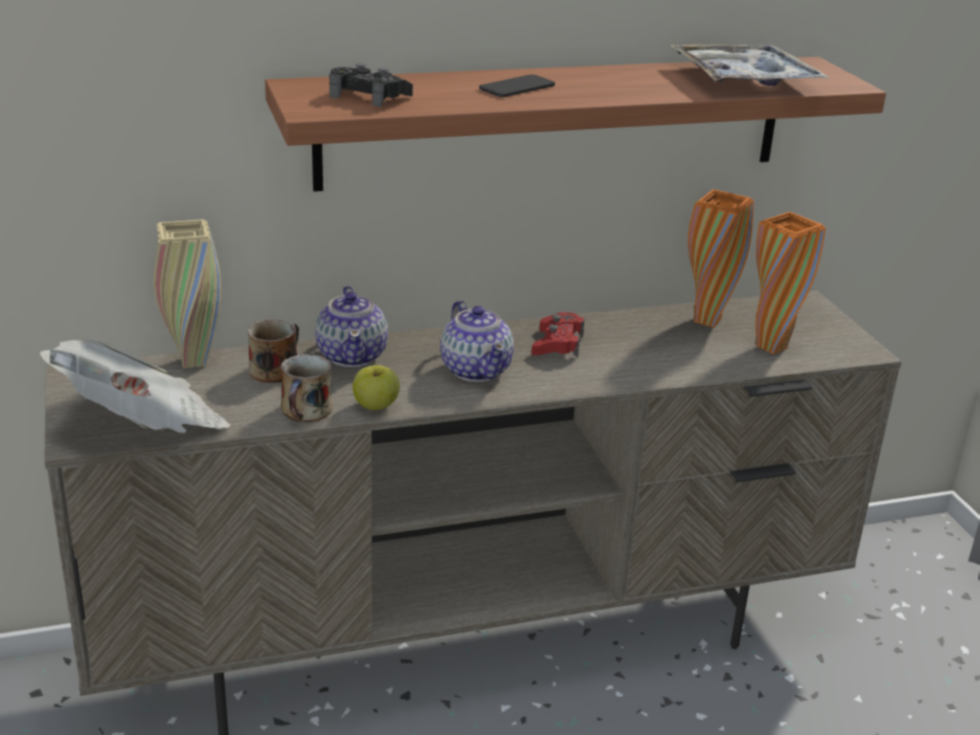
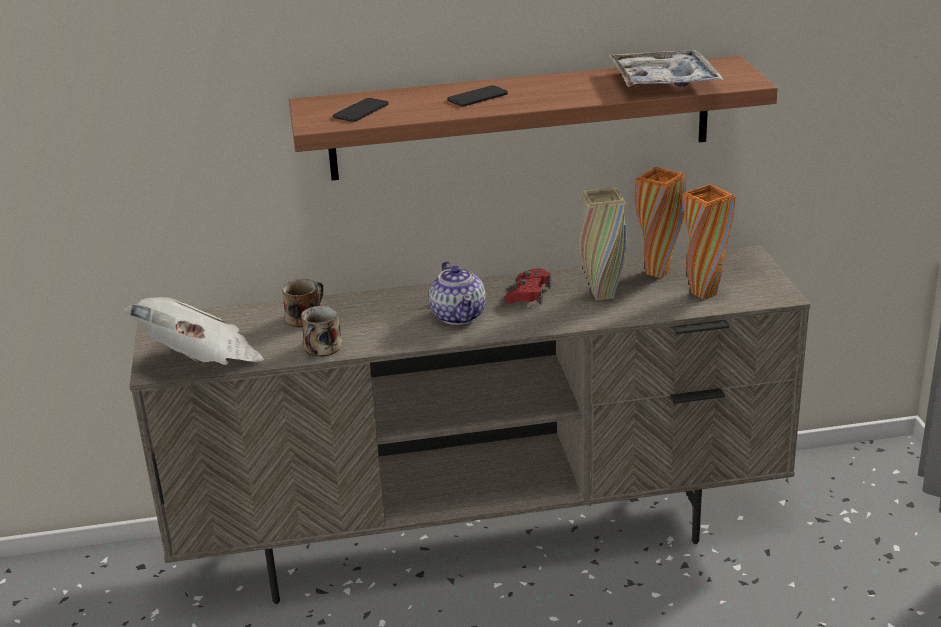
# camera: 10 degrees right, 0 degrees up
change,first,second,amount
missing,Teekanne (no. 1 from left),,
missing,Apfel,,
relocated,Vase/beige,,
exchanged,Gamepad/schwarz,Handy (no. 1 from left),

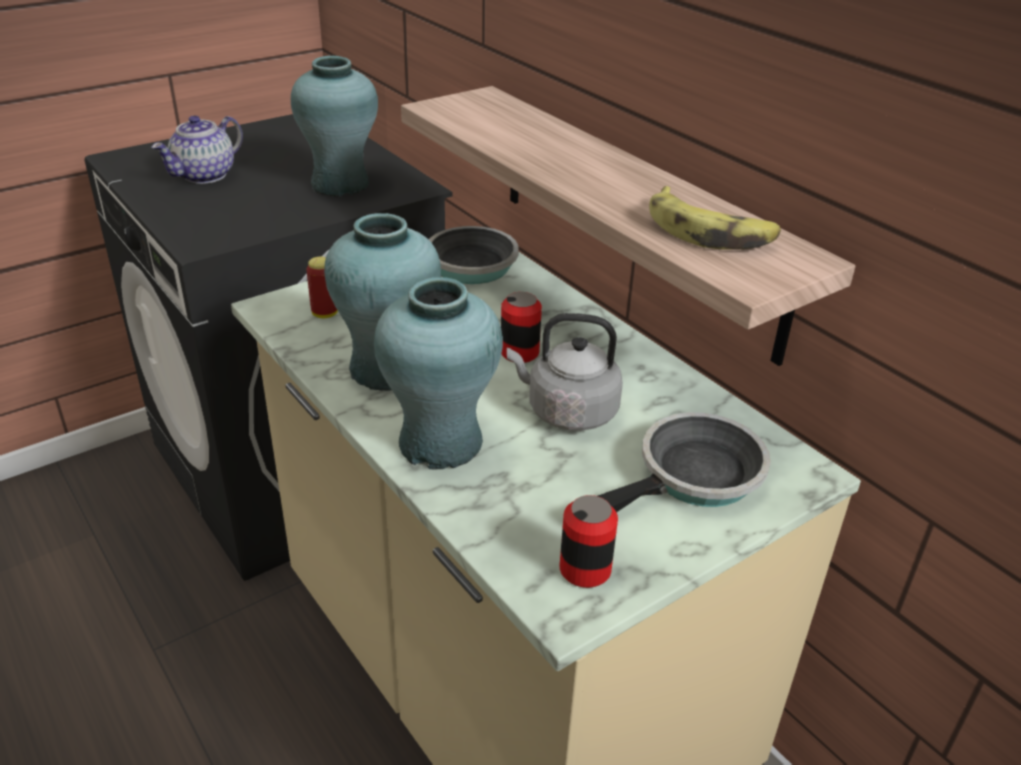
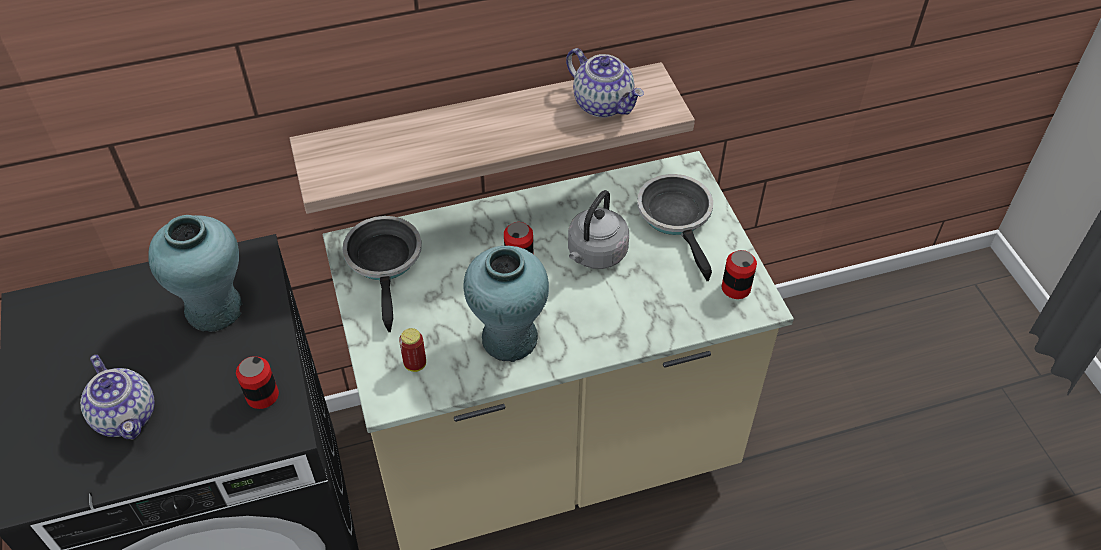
# camera: 70 degrees left, 15 degrees up
change,first,second,amount
missing,Vase/türkis (no. 3 from left),,
appeared,,Dose (no. 1 from left),
exchanged,Banane,Teekanne (no. 2 from left),

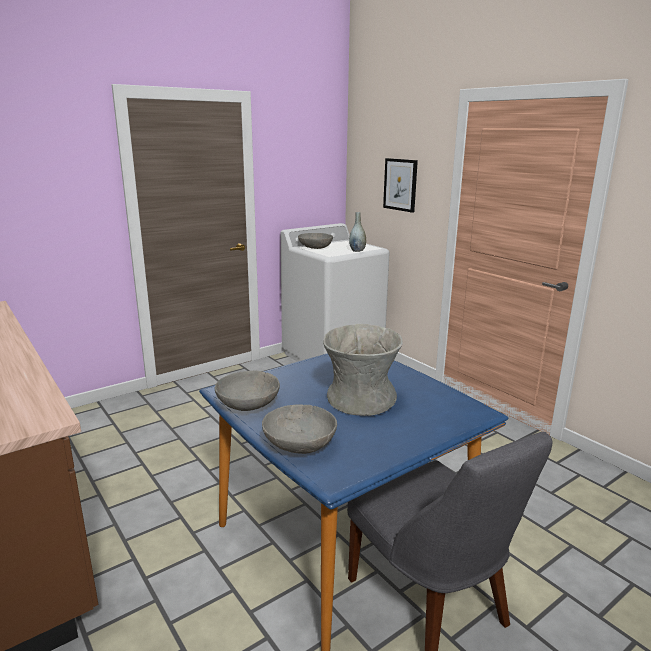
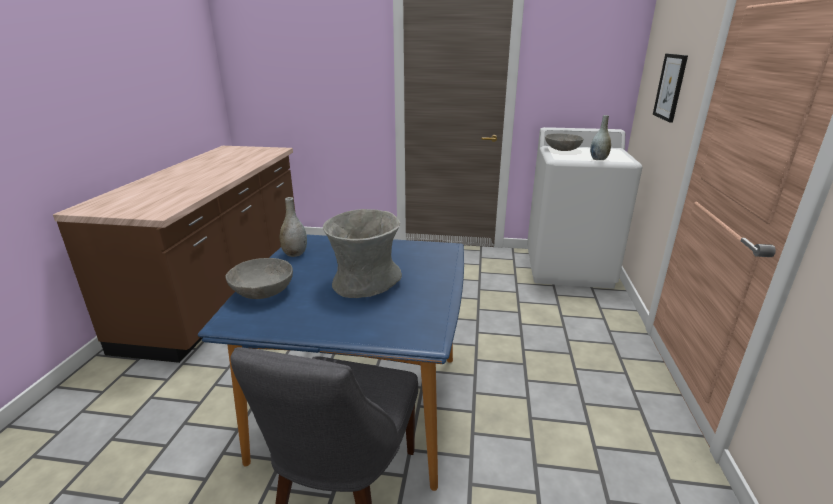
# camera: 45 degrees right, 5 degrees up
change,first,second,amount
exchanged,Schüssel/grau (no. 1 from left),Vase/grau (no. 1 from left),

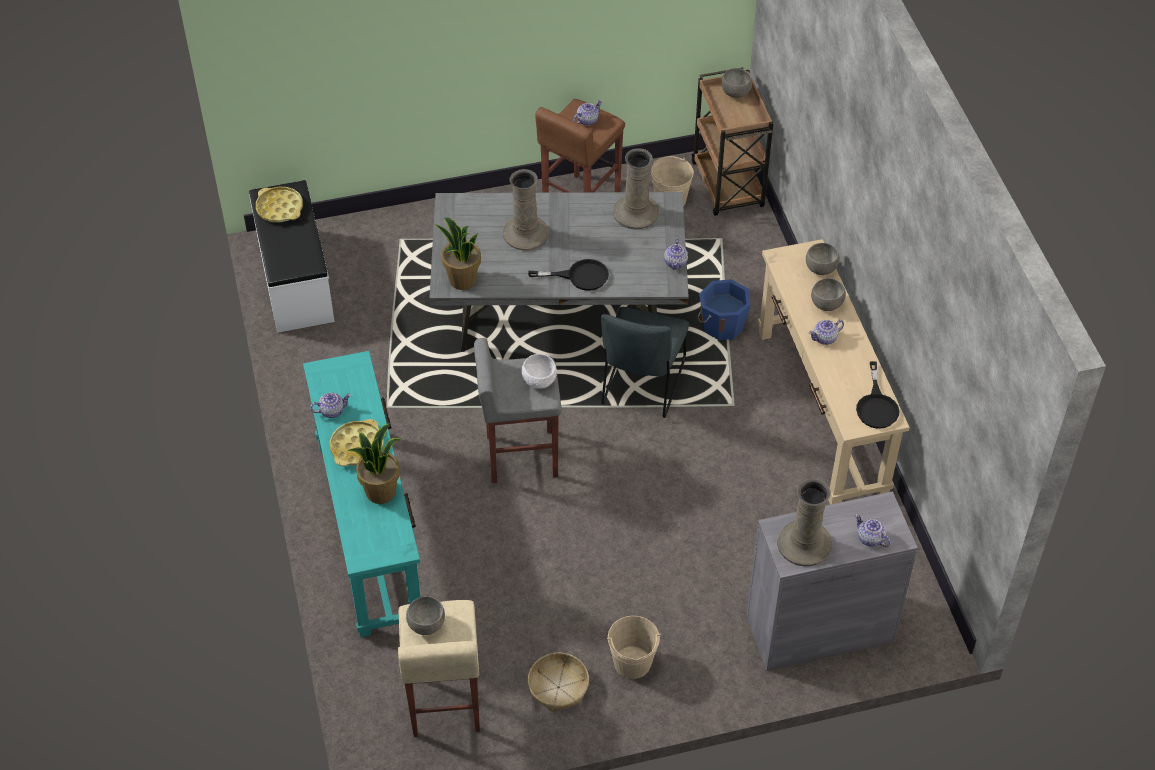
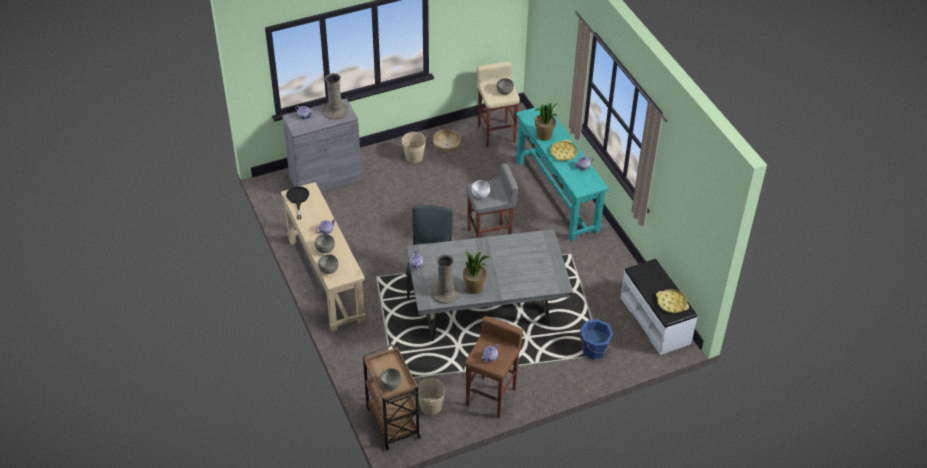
# camera: 170 degrees right, 5 degrees down
change,first,second,amount
missing,Vase/beige (no. 1 from left),,
missing,Pfanne/schwarz (no. 1 from left),,
relocated,Topfpflanze (no. 2 from left in the first image),Topfpflanze (no. 1 from left),
relocated,Eimer/blau,,

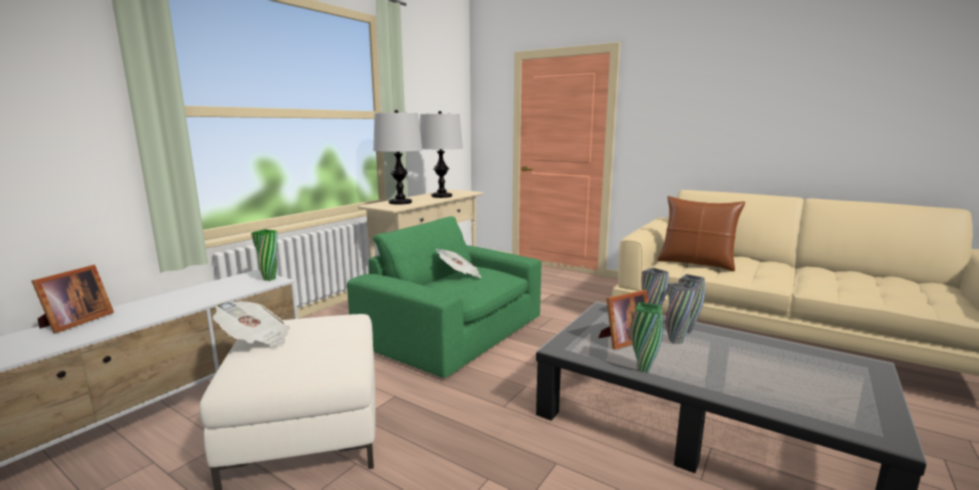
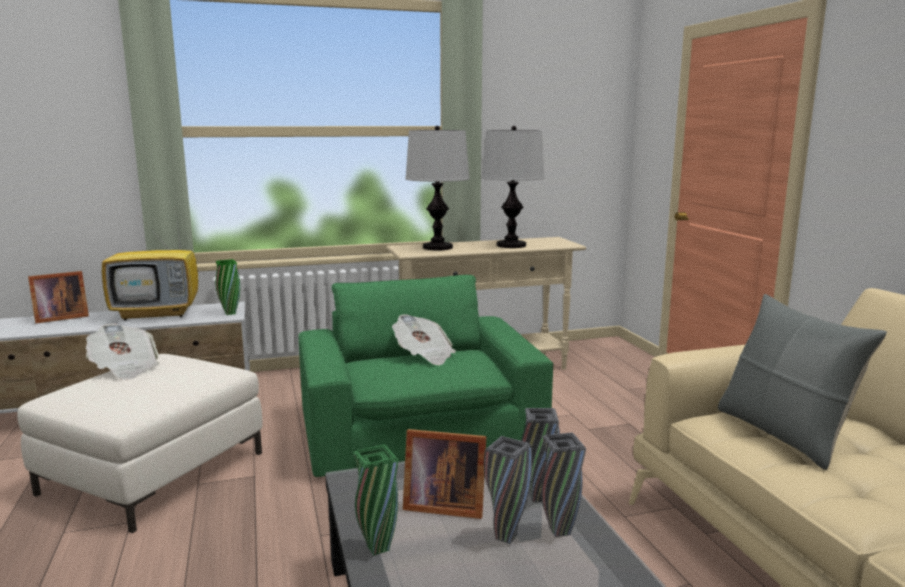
# camera: 40 degrees right, 0 degrees up
change,first,second,amount
appeared,,Fernseher,
colour,Kissen/braun,Kissen/grau,

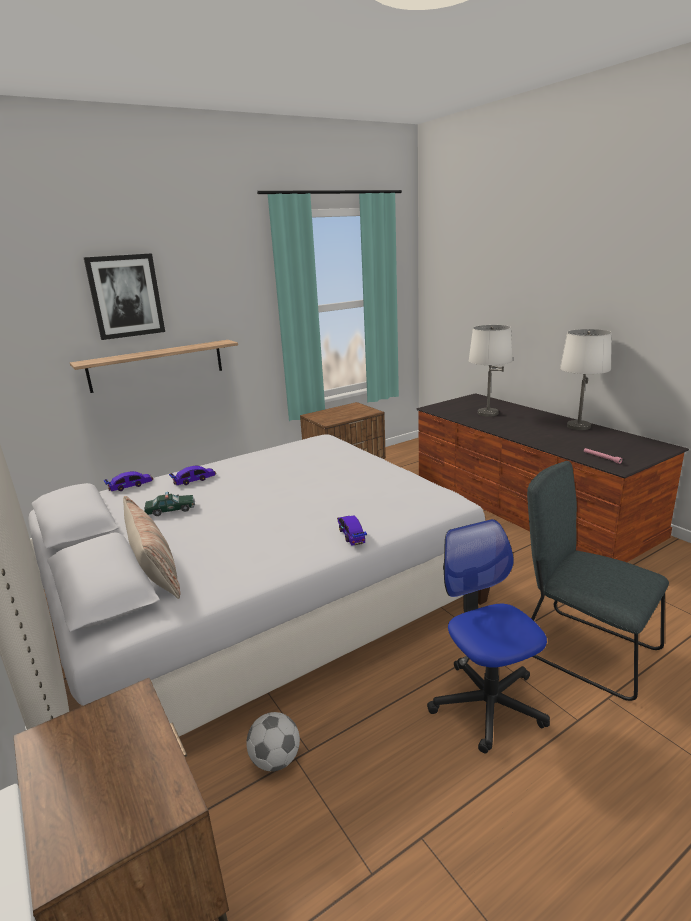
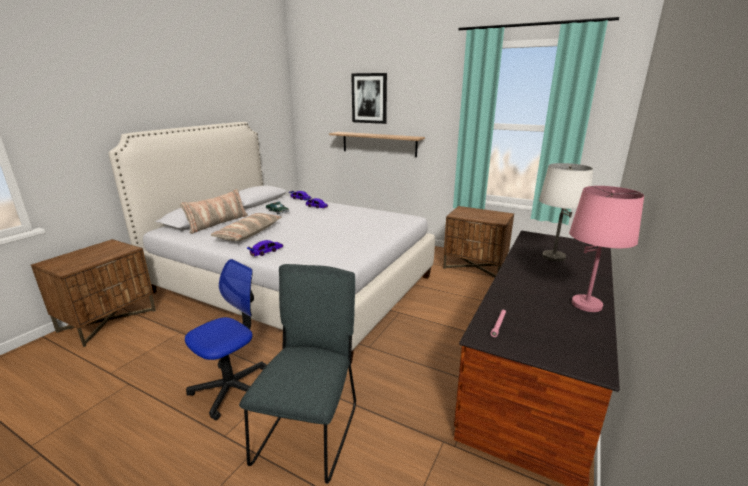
# camera: 60 degrees right, 0 degrees up
change,first,second,amount
missing,Fußball,,
appeared,,Kissen (no. 2 from left),
colour,Tischlampe/weiß (no. 2 from left),Tischlampe/rosa,

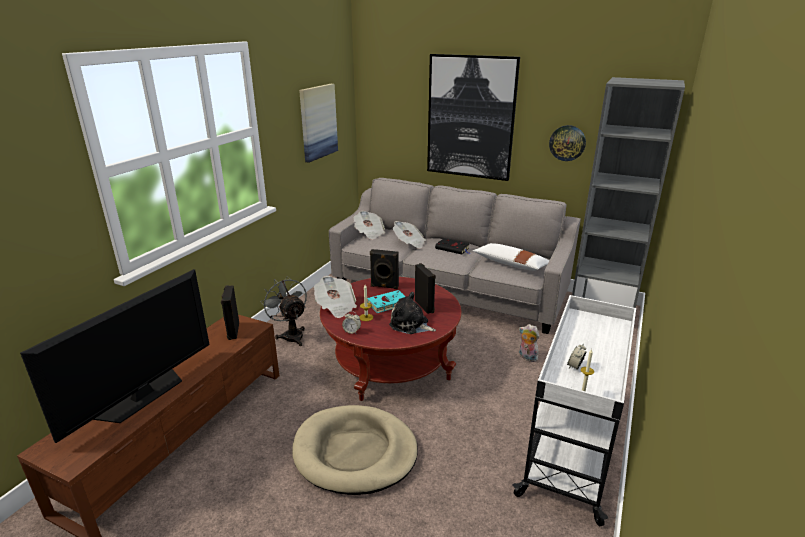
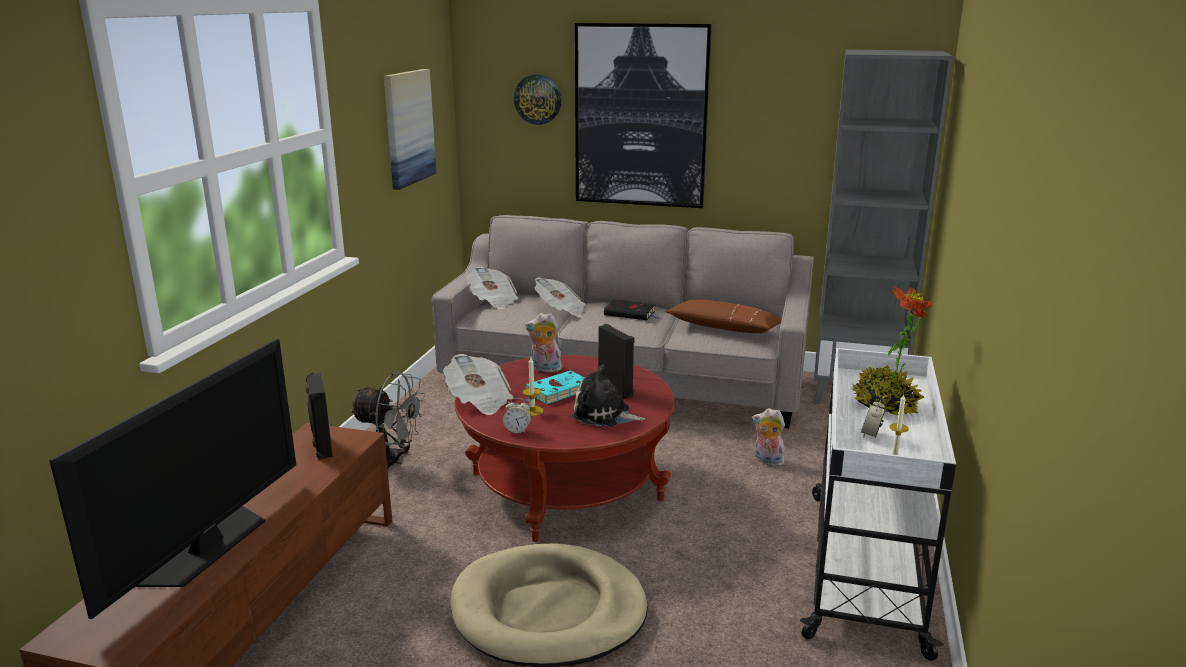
# camera: 10 degrees left, 5 degrees down
change,first,second,amount
appeared,,Topfpflanze,
relocated,Wanduhr,,
exchanged,Lautsprecher/schwarz (no. 2 from left),Plüschtier (no. 1 from left),
colour,Kissen/weiß,Kissen/braun,
spun,Ventilator/grau,,150 degrees clockwise

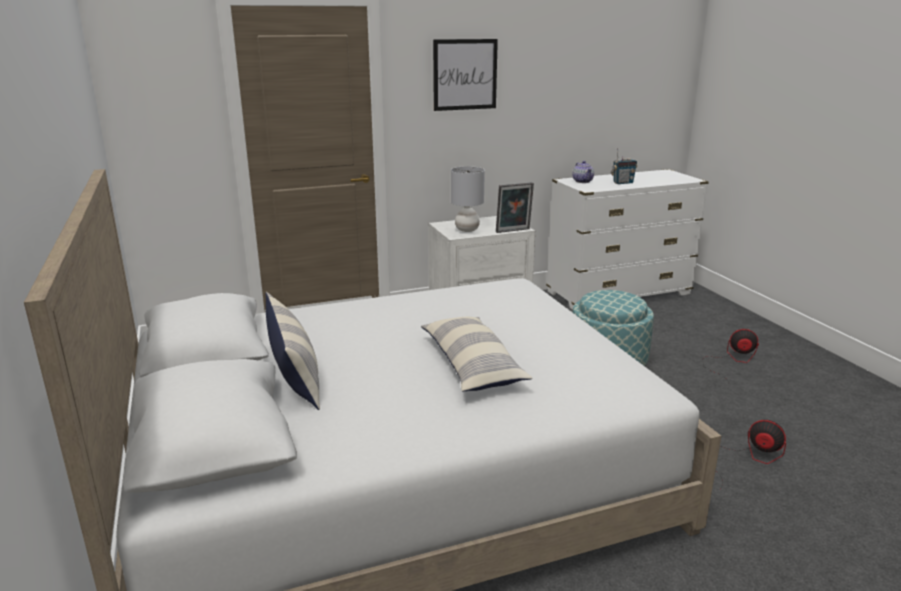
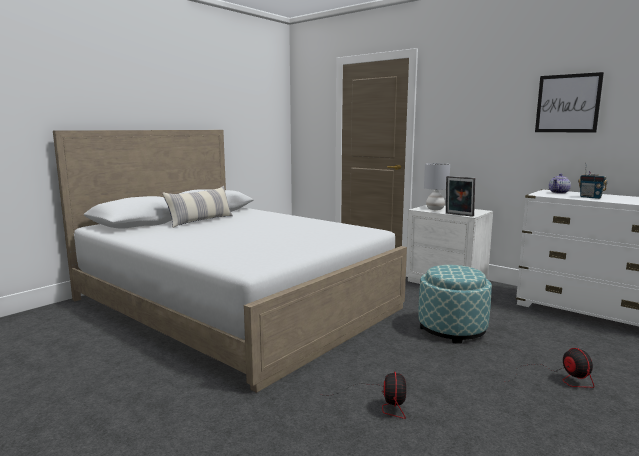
# camera: 60 degrees right, 10 degrees down
change,first,second,amount
missing,Kissen (no. 2 from left),,
relocated,Bild,,

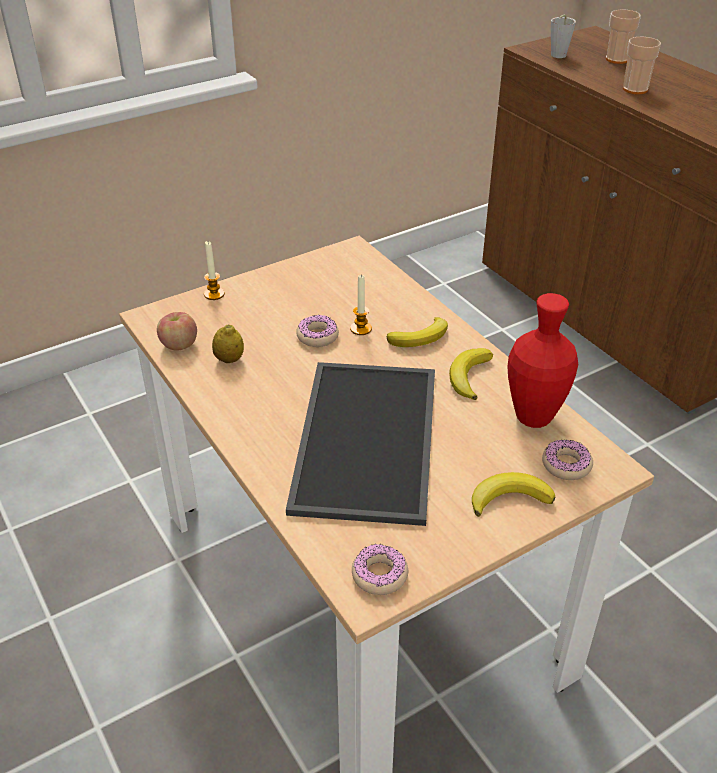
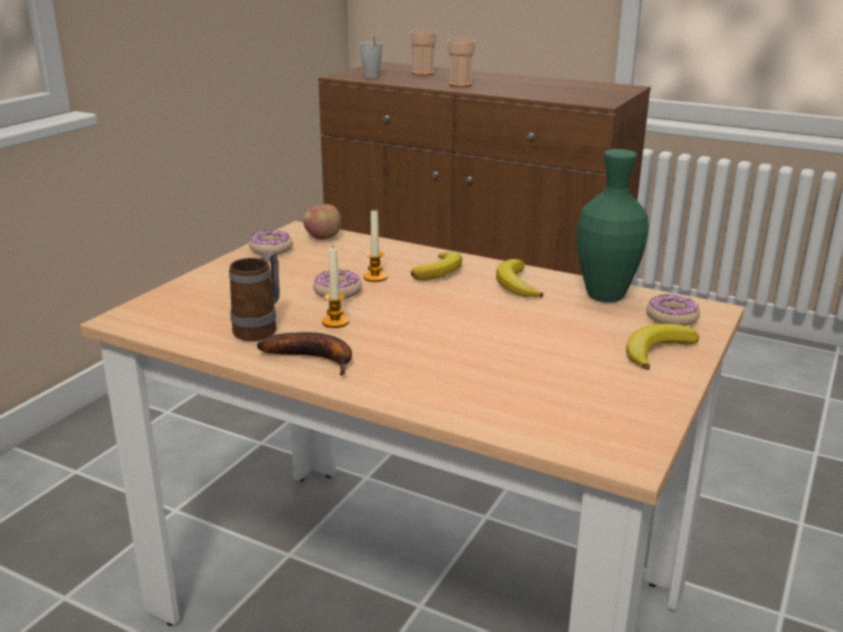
# camera: 30 degrees left, 15 degrees down
change,first,second,amount
missing,Tablett,,
appeared,,Banane (no. 1 from left),
relocated,Apfel,,
relocated,Kerze (no. 1 from left),,
relocated,Donut (no. 2 from left in the first image),Donut (no. 1 from left),
exchanged,Zitrone,Henkelbecher,
colour,Vase/rot,Vase/grün,

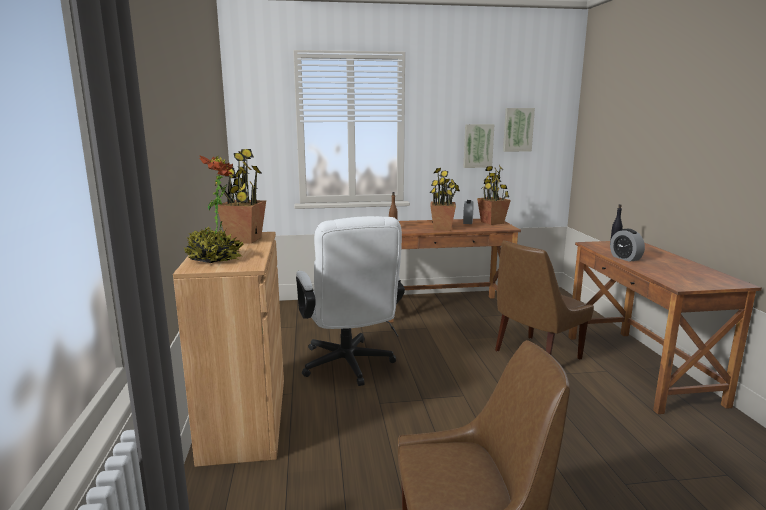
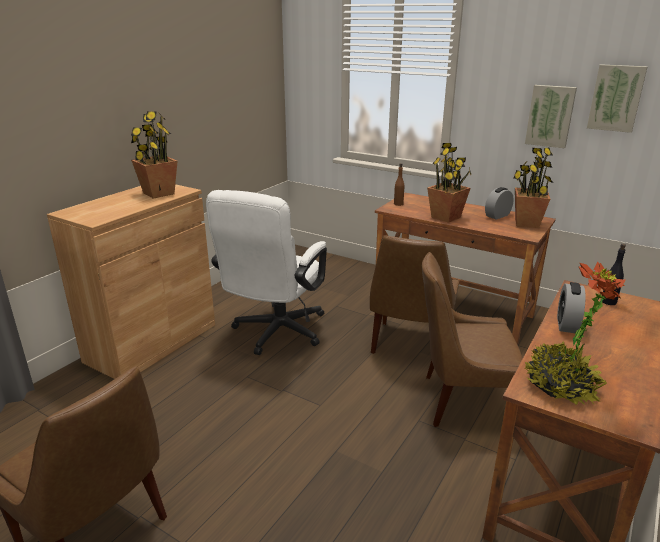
# camera: 40 degrees right, 10 degrees up
change,first,second,amount
appeared,,Stuhl/braun (no. 2 from left),
relocated,Topfpflanze (no. 1 from left in the first image),Topfpflanze (no. 4 from left),

